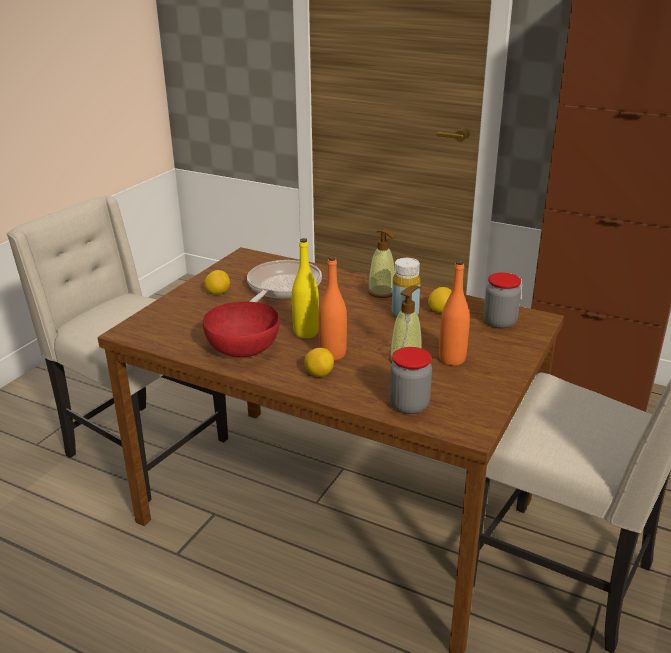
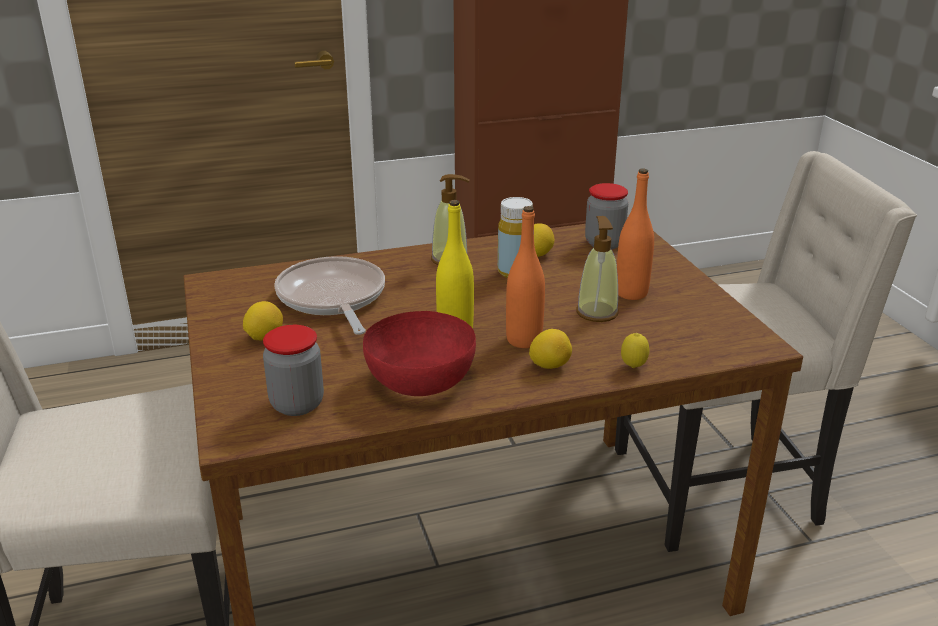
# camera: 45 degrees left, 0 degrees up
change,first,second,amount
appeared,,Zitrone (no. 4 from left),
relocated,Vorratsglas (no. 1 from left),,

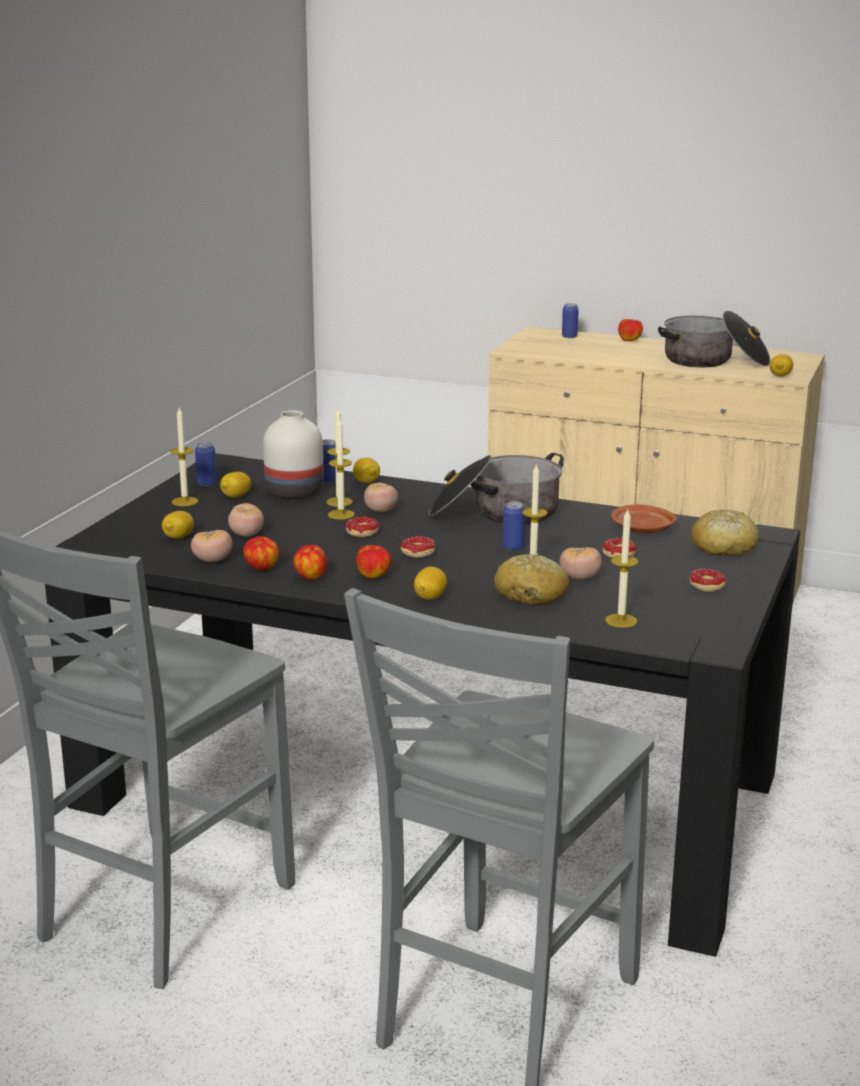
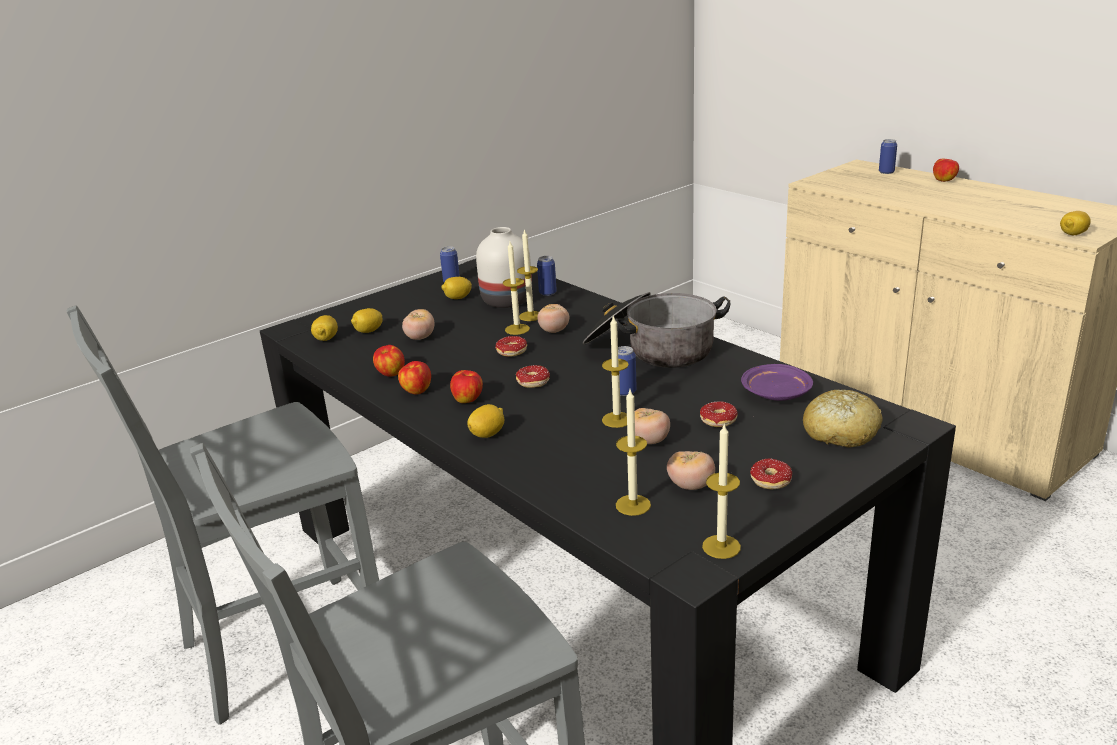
# camera: 30 degrees right, 5 degrees up
change,first,second,amount
missing,Brot (no. 1 from left),,
missing,Kochtopf (no. 2 from left),,
relocated,Kerze (no. 1 from left in the first image),Kerze (no. 5 from left),
relocated,Tomate (no. 1 from left in the first image),Tomate (no. 4 from left),
relocated,Zitrone (no. 3 from left in the first image),Zitrone (no. 1 from left),
colour,Teller/braun,Teller/lila,

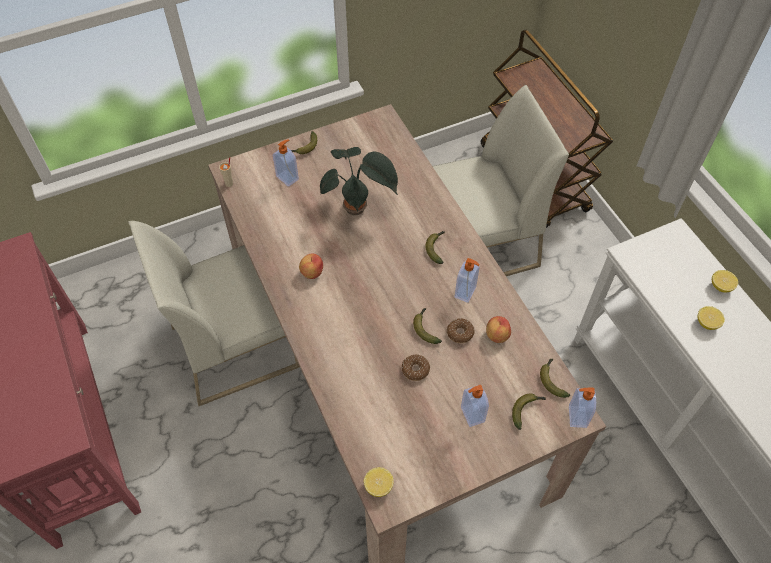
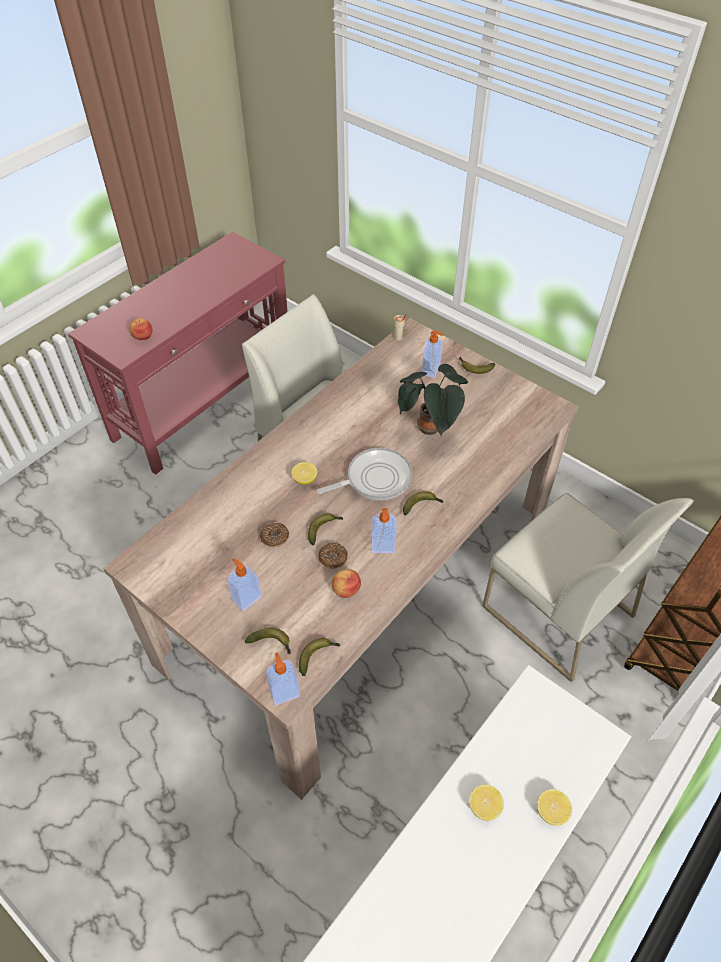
# camera: 65 degrees right, 5 degrees down
change,first,second,amount
appeared,,Pfanne,
relocated,Apfel (no. 1 from left),,
relocated,Zitrone (no. 1 from left),,

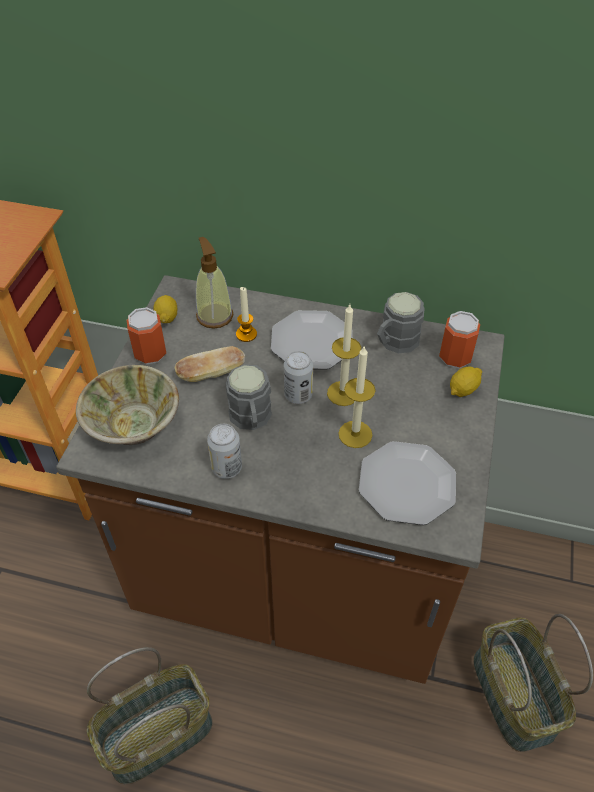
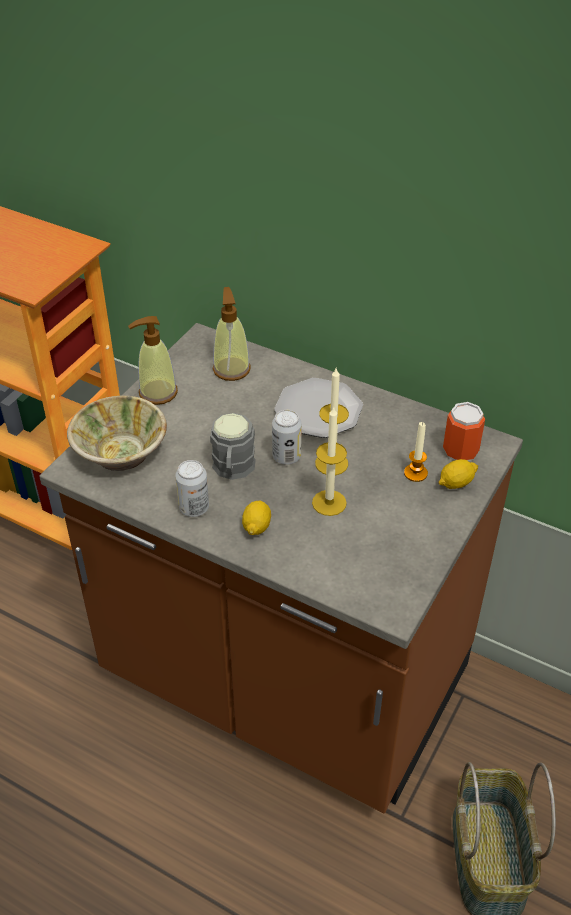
# camera: 15 degrees right, 5 degrees down
change,first,second,amount
missing,Korb (no. 1 from left),,
missing,Brot,,
missing,Teller (no. 2 from left),,
missing,Henkelbecher/grau (no. 2 from left),,
relocated,Zitrone (no. 1 from left),,
relocated,Kerze (no. 1 from left in the first image),Kerze (no. 3 from left),
exchanged,Dose (no. 1 from left),Seifenspender (no. 1 from left),

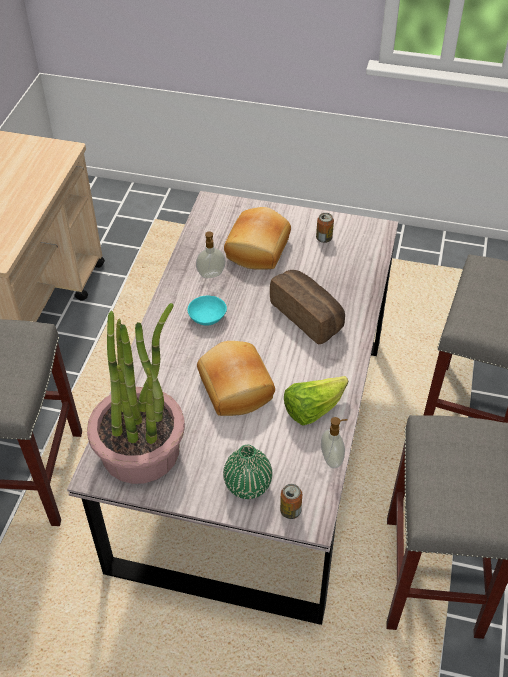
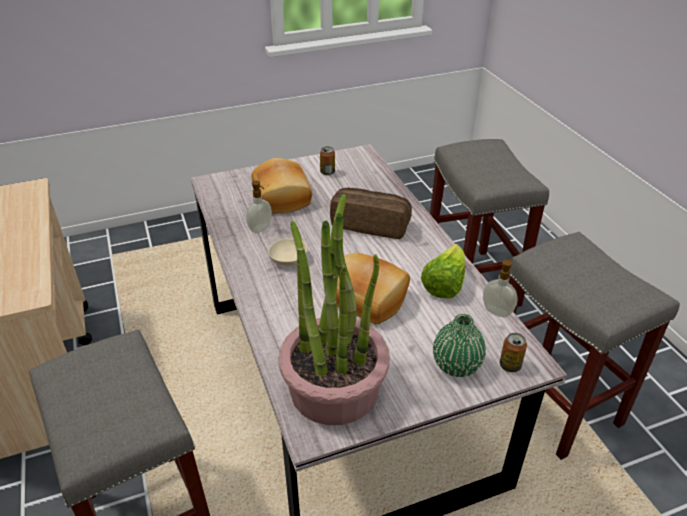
# camera: 35 degrees left, 10 degrees down
change,first,second,amount
colour,Schüssel/türkis,Schüssel/beige,

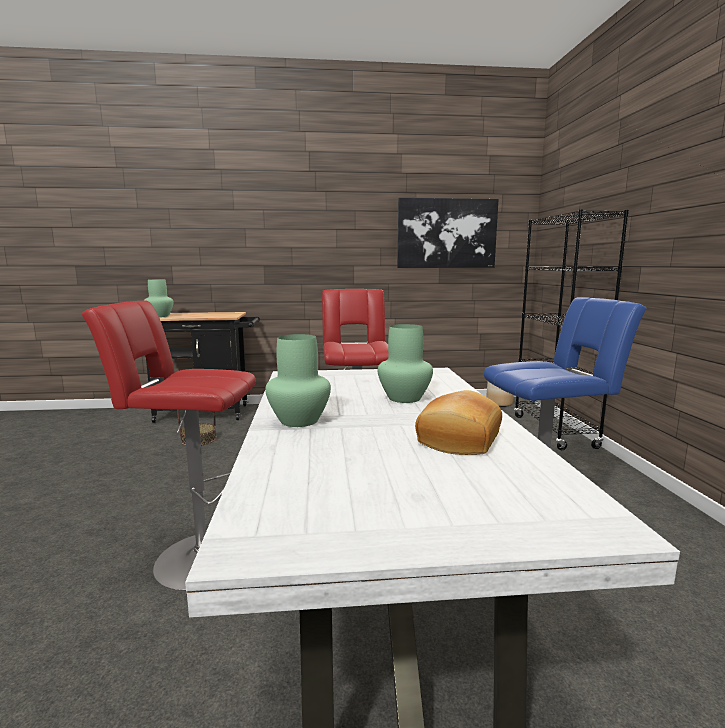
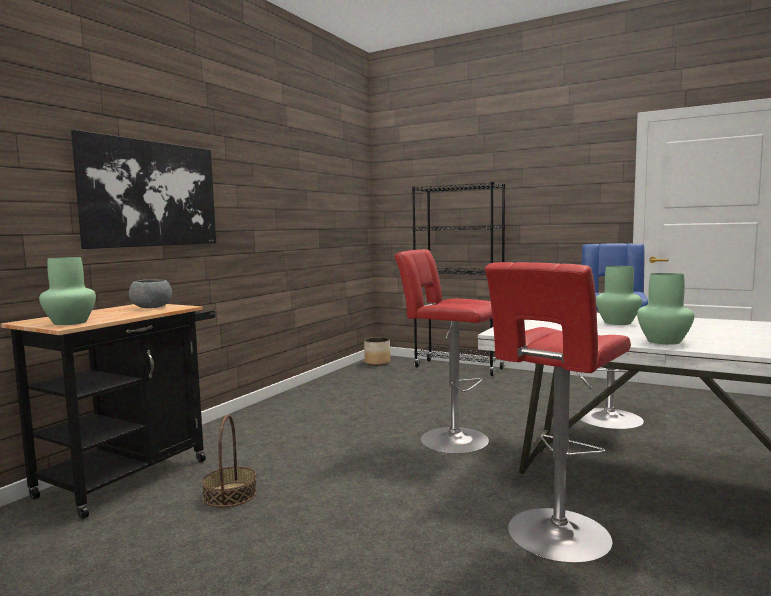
# camera: 55 degrees left, 5 degrees down
change,first,second,amount
missing,Brot,,
appeared,,Schüssel/grau,
relocated,Bild,,

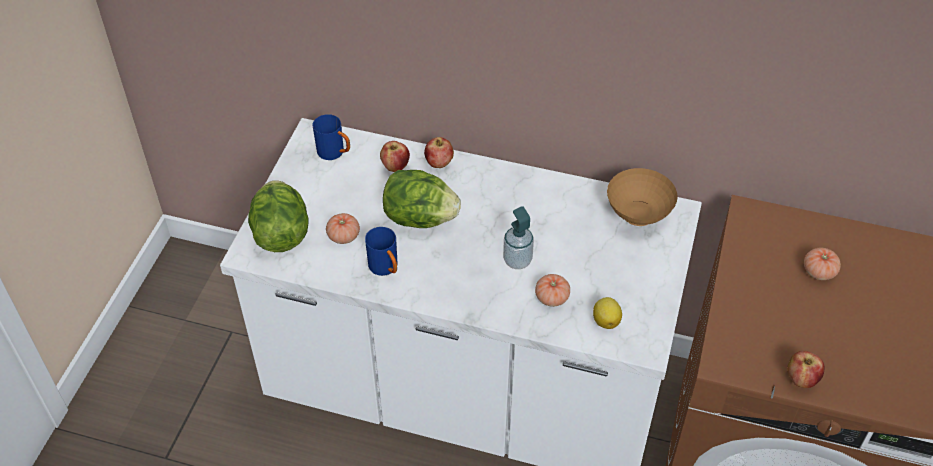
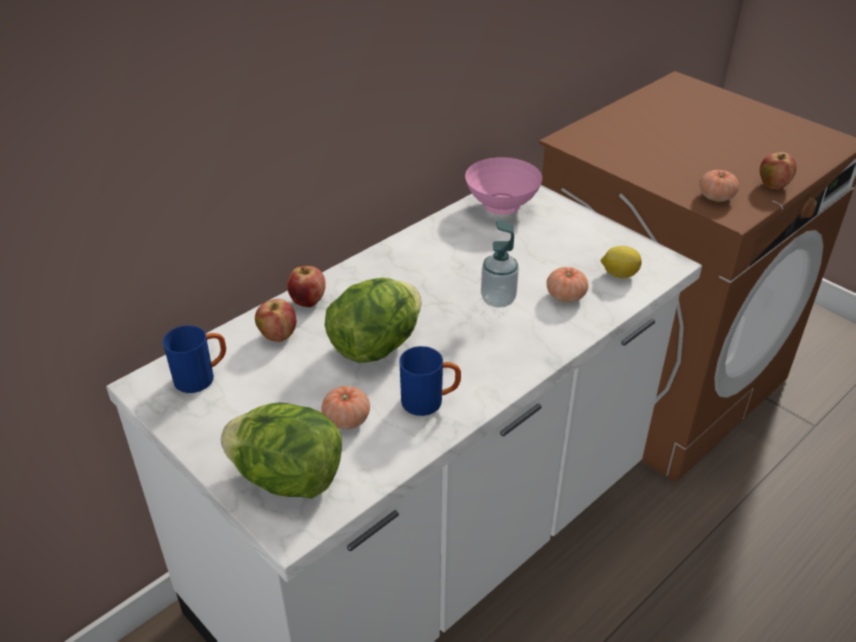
# camera: 60 degrees left, 10 degrees down
change,first,second,amount
relocated,Tomate (no. 3 from left),,
colour,Schüssel/braun,Schüssel/rosa,

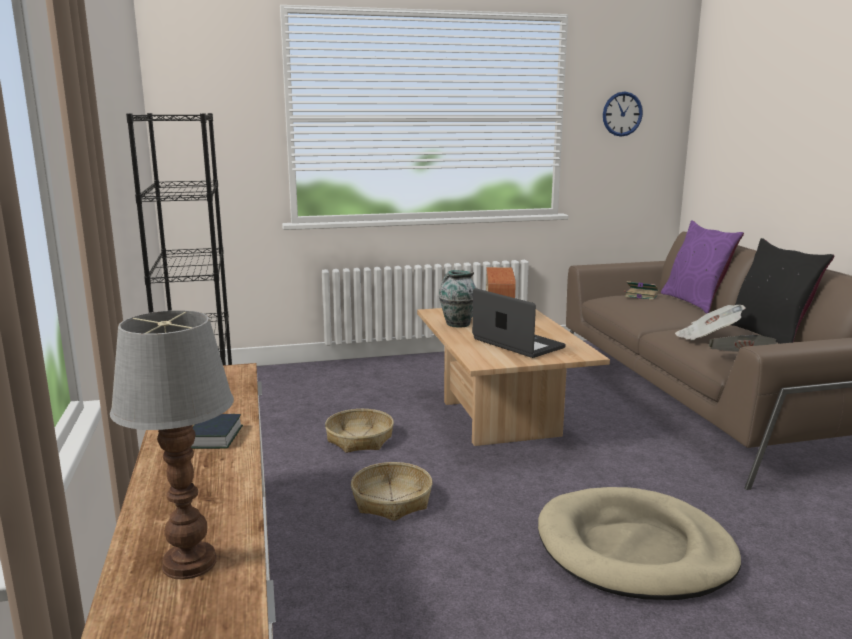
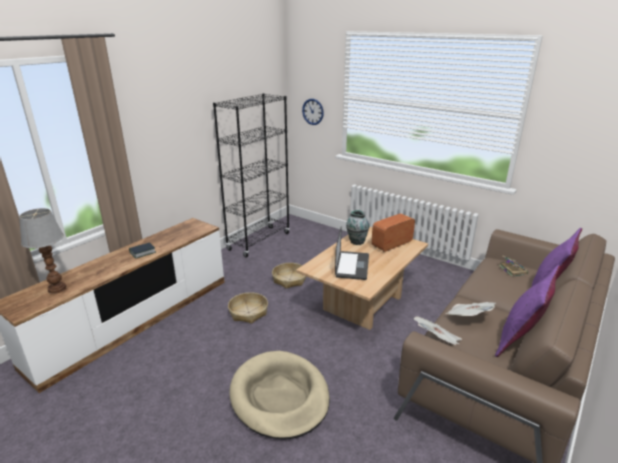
# camera: 50 degrees right, 10 degrees up
change,first,second,amount
relocated,Wanduhr,,
colour,Kissen/schwarz,Kissen/lila (no. 1 from left),

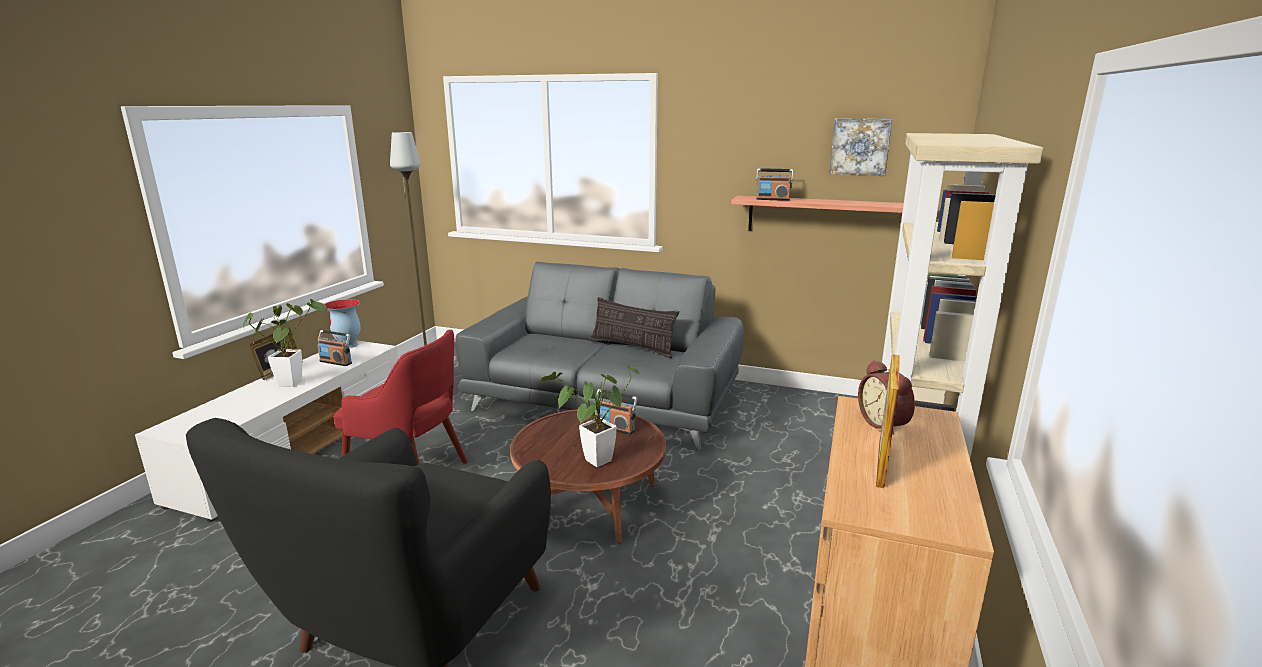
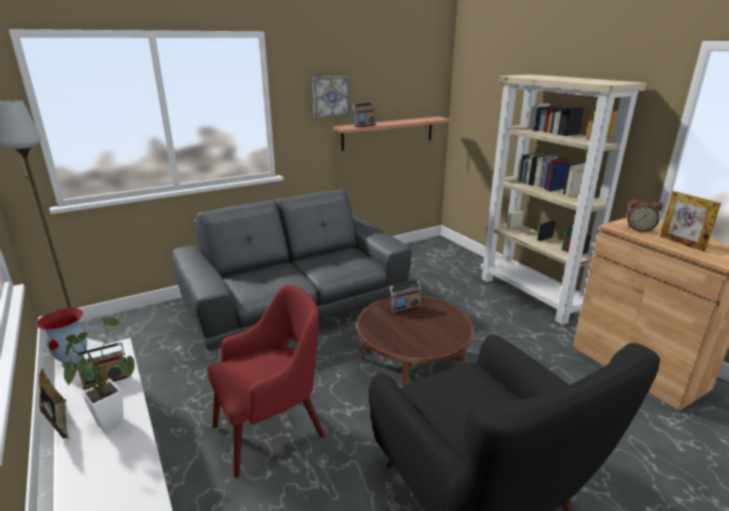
# camera: 50 degrees left, 5 degrees up
change,first,second,amount
missing,Topfpflanze (no. 2 from left),,
missing,Kissen,,
relocated,Bild,,

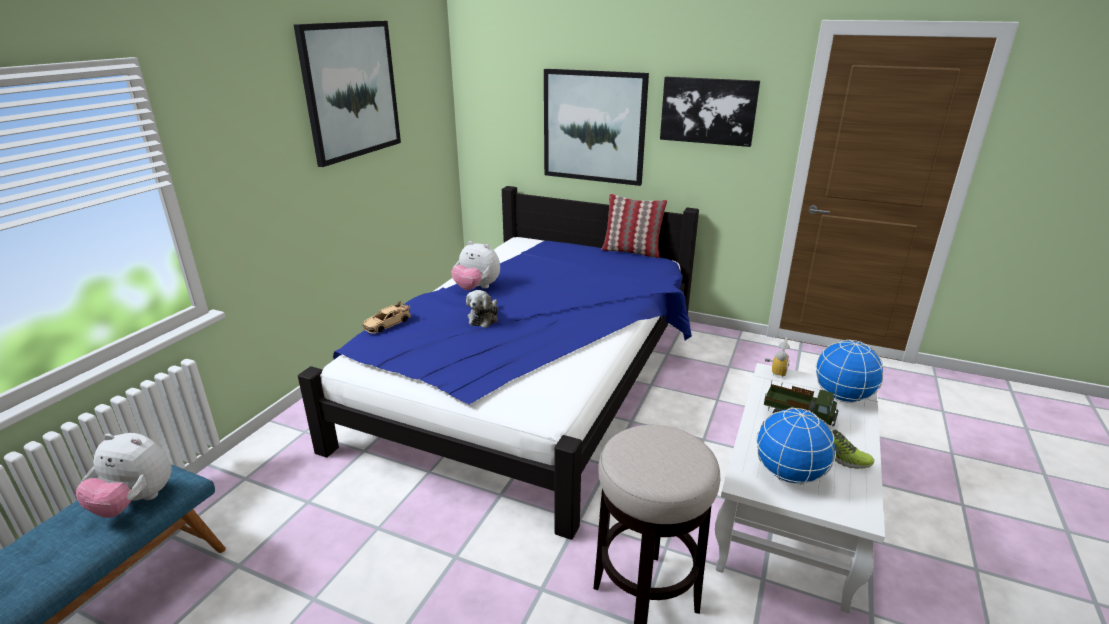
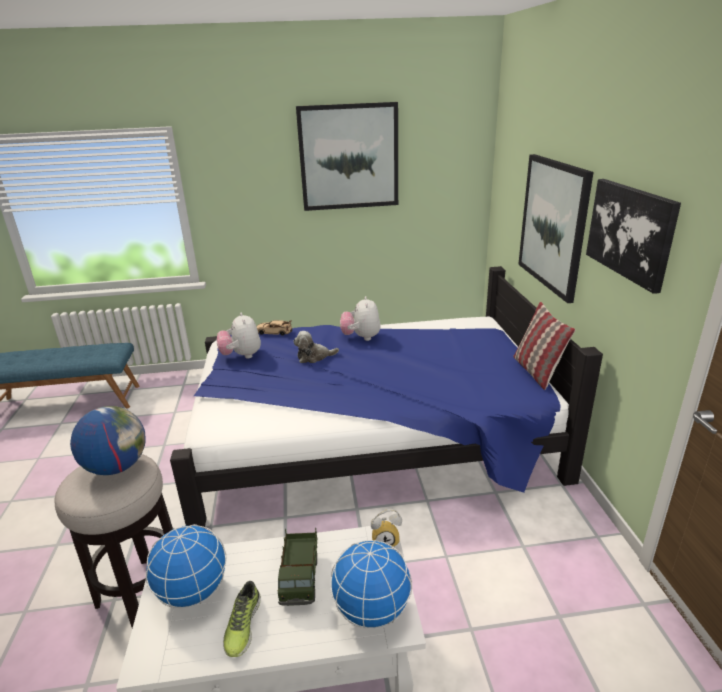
# camera: 60 degrees right, 0 degrees up
change,first,second,amount
appeared,,Globus (no. 1 from left),
relocated,Plüschtier (no. 1 from left),,

